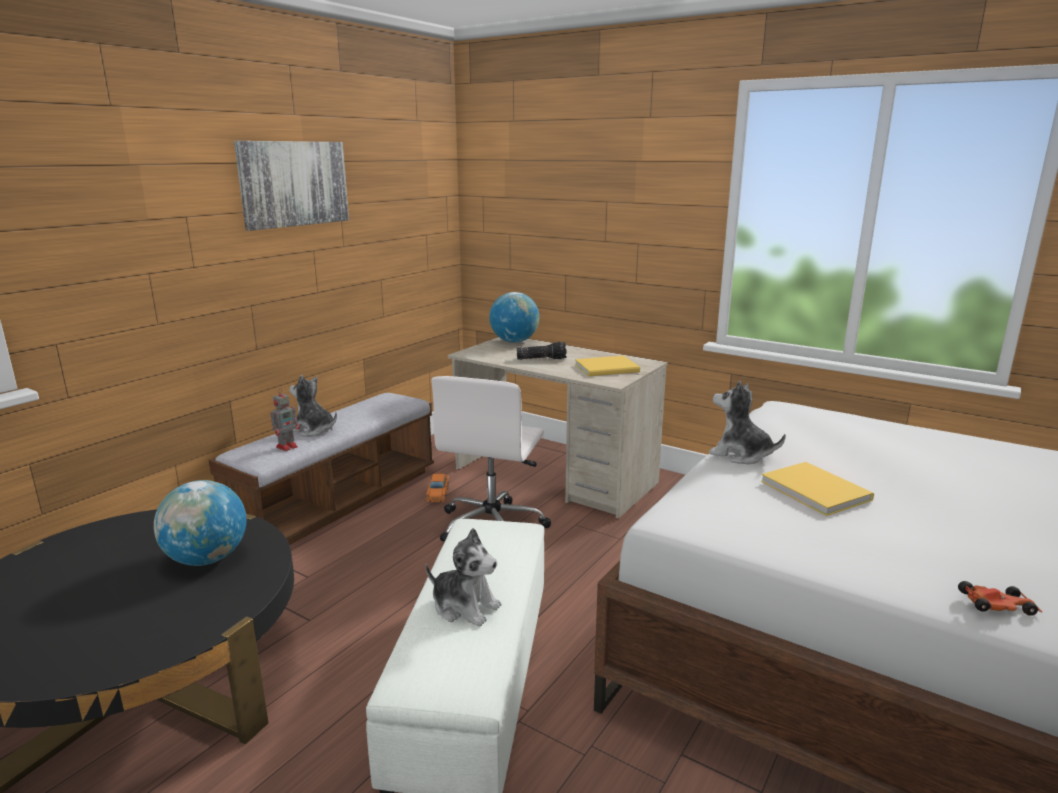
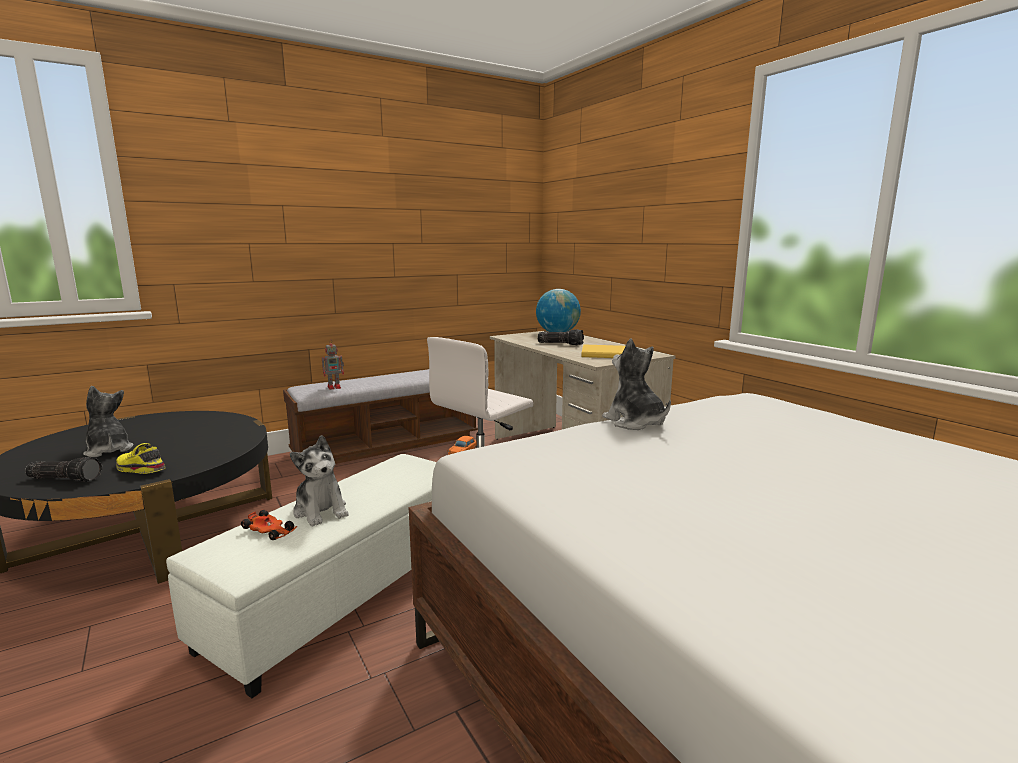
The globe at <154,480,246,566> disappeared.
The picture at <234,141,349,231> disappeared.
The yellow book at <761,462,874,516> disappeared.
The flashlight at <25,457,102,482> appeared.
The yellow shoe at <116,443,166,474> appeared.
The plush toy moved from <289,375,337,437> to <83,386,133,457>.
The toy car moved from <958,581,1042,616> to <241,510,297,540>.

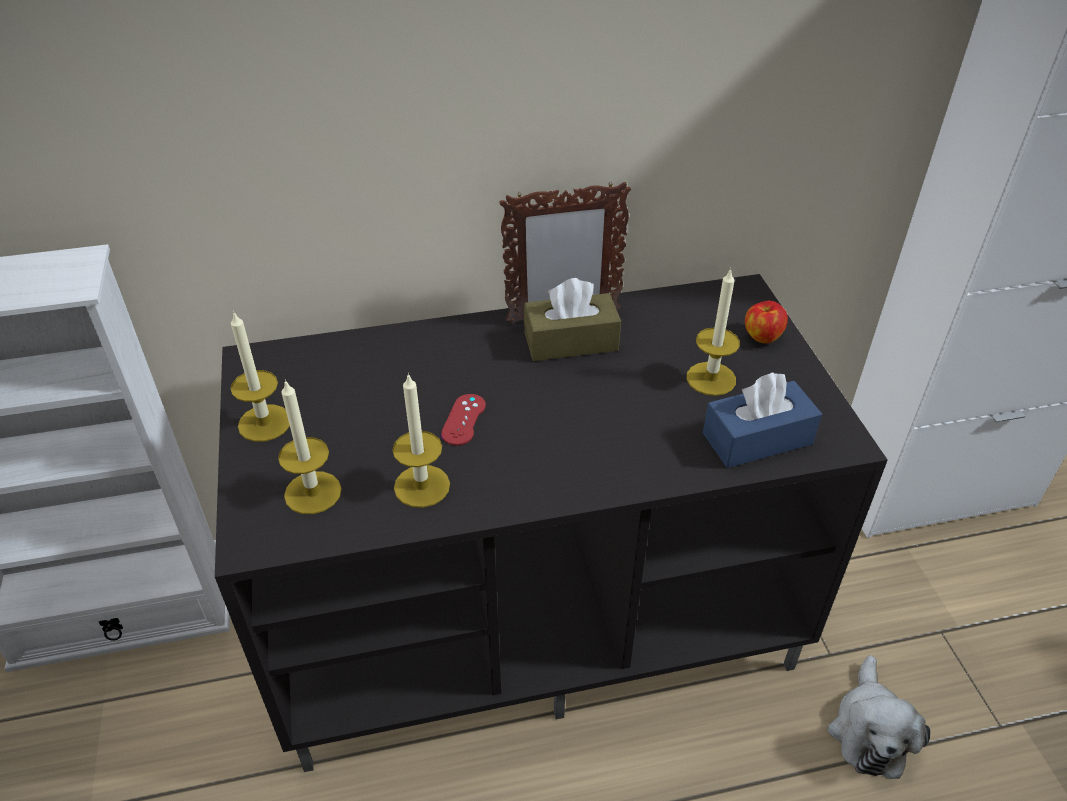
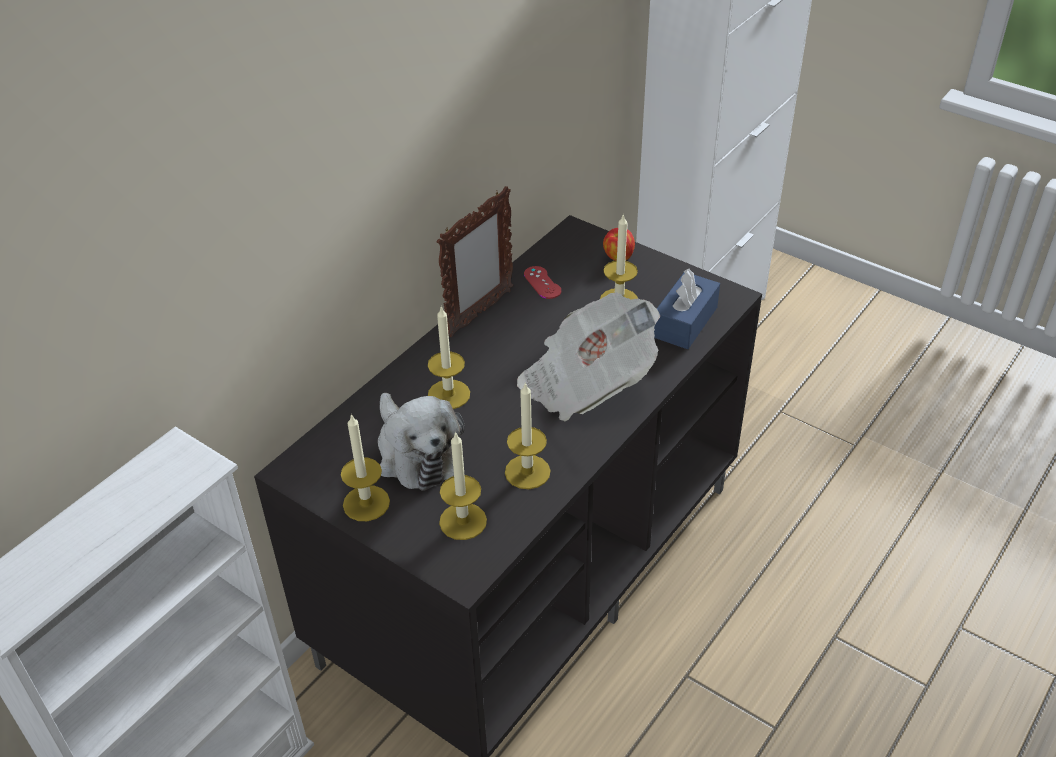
The brown tissue box at <524,278,621,361> disappeared.
The candle at <428,306,470,409> appeared.
The newspaper at <517,292,660,422> appeared.
The red game controller moved from <441,394,486,446> to <524,266,561,299>.
The plush toy moved from <828,655,931,779> to <378,393,465,491>.

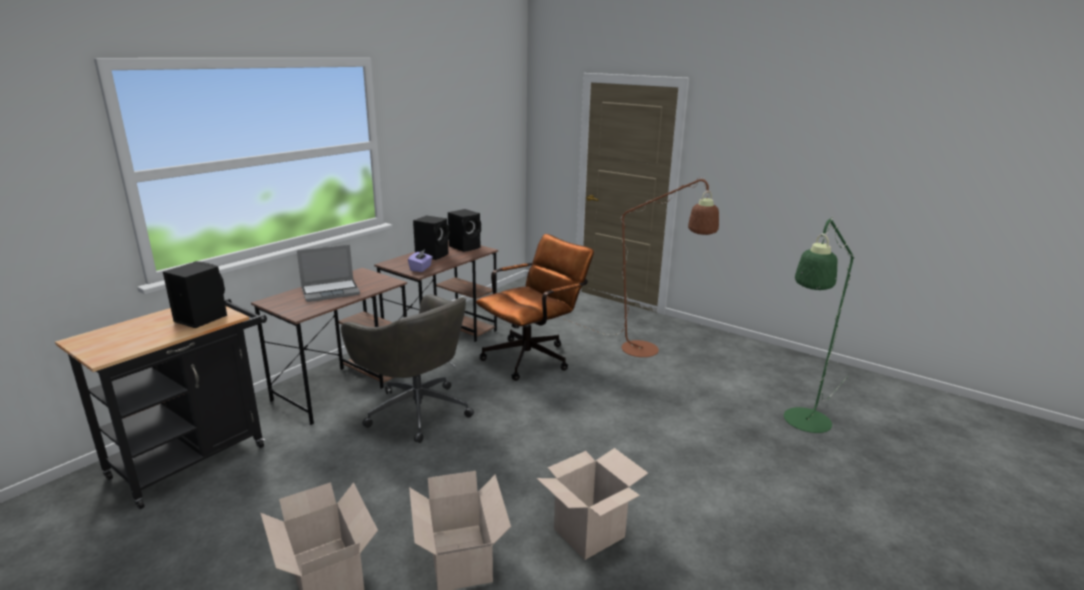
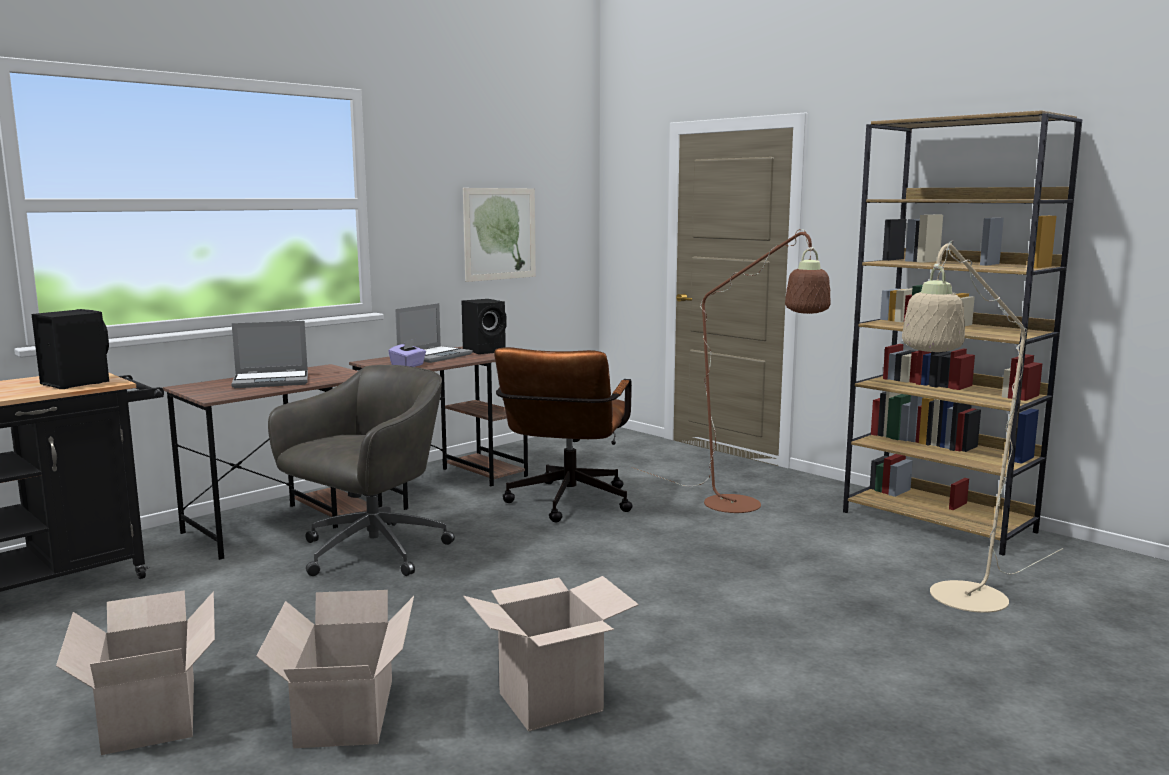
The picture at <463,188,536,282> appeared.
The brown bookcase at <843,110,1083,556> appeared.
The black speaker at <413,215,449,260> was replaced by the laptop at <395,303,473,363>.
The green floor lamp at <784,217,855,433> became the beige floor lamp at <902,240,1063,613>.
The grey office chair at <341,294,474,443> turned 105 degrees counterclockwise.
The brown office chair at <476,234,594,381> turned 135 degrees clockwise.

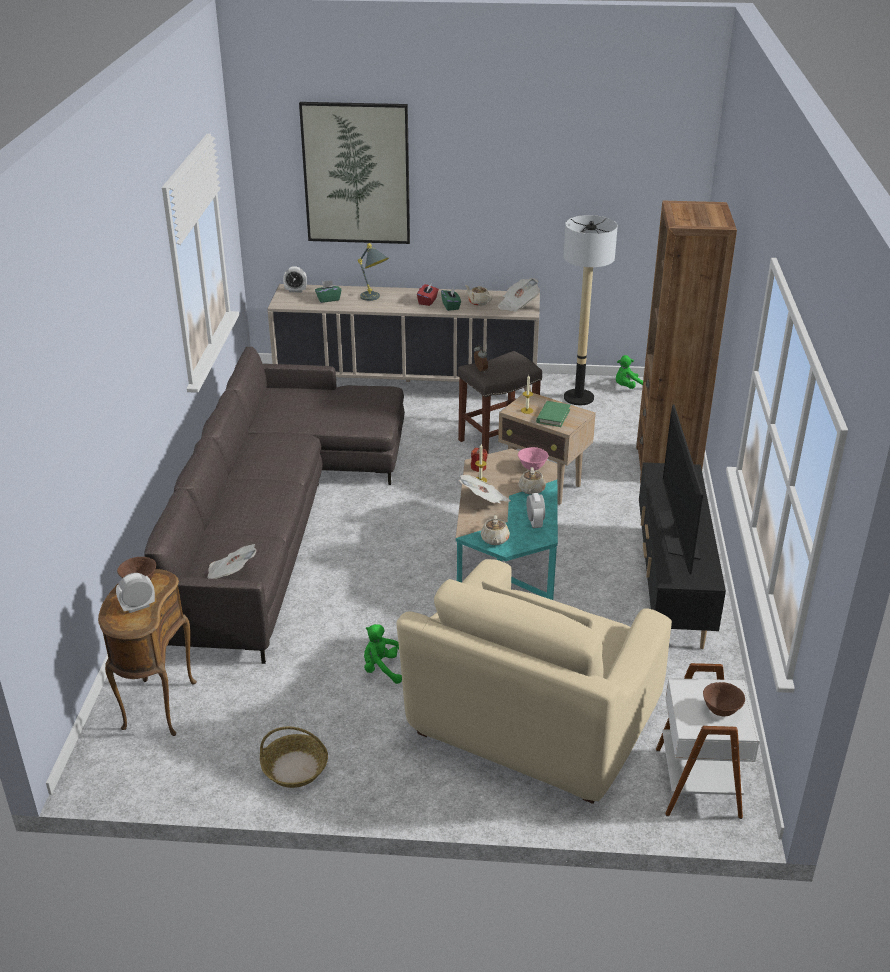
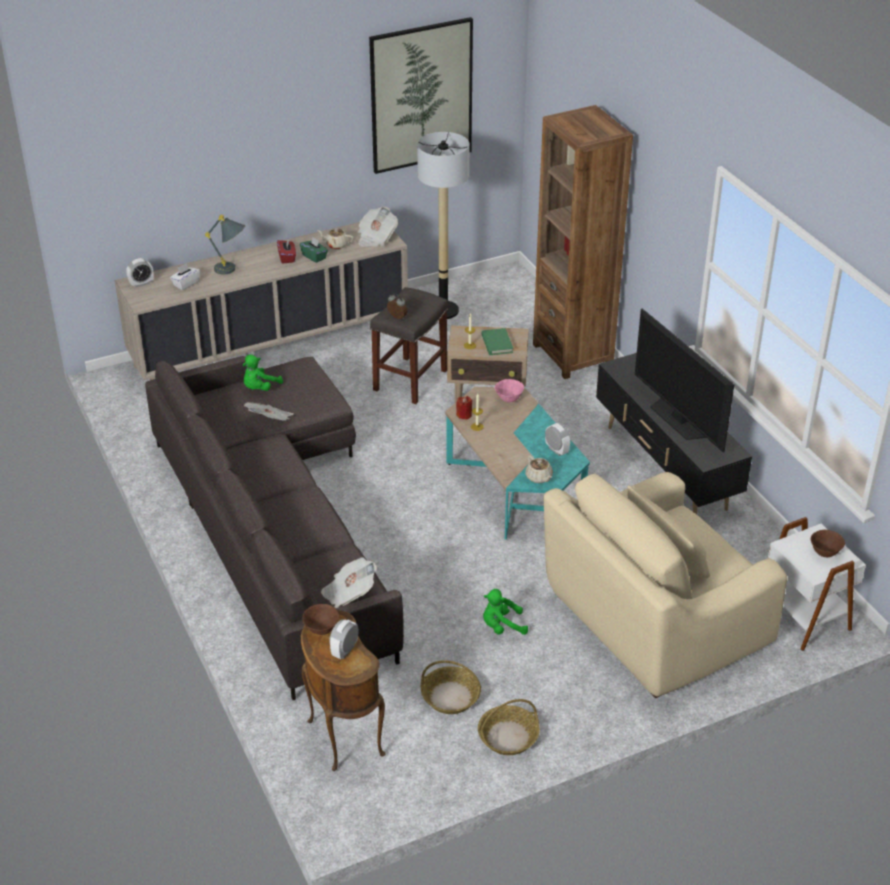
The beige teapot at <518,467,546,495> disappeared.
The basket at <421,660,481,714> appeared.
The picture moved from <299,102,410,244> to <369,17,473,174>.
The newspaper moved from <459,474,511,504> to <244,402,293,421>.
The green plush toy moved from <616,355,643,389> to <243,355,283,391>.
The green tissue box at <315,280,341,303> became the white tissue box at <170,263,200,290>.
The beige armchair at <397,559,672,804> turned 60 degrees clockwise.

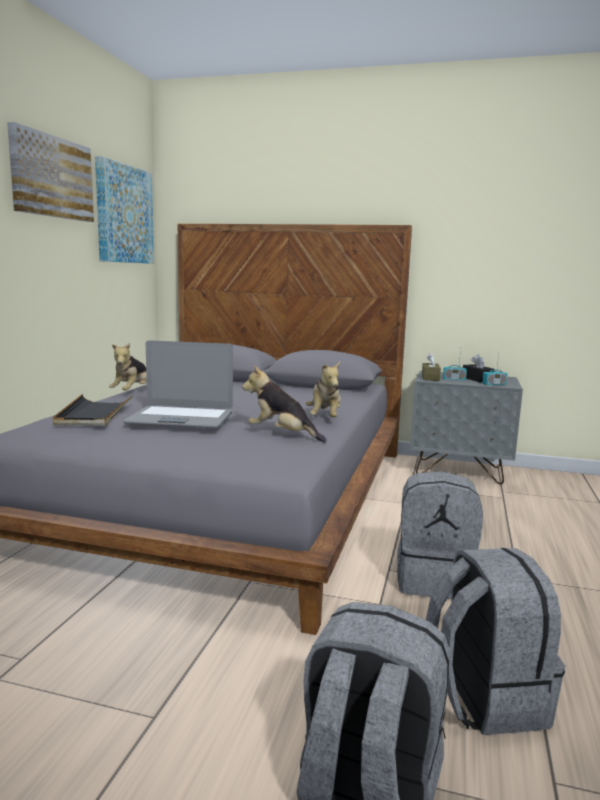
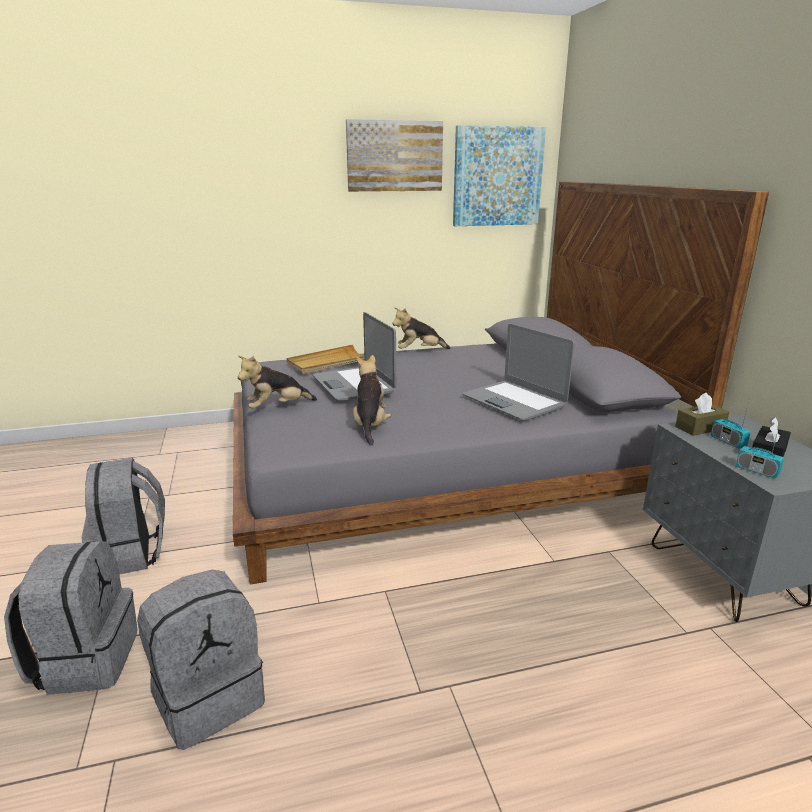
The laptop at <463,324,574,420> appeared.
The plush toy moved from <306,362,341,417> to <238,355,317,409>.
The grey backpack moved from <397,471,483,599> to <82,458,165,575>.
The black tray at <53,394,133,426> became the beige tray at <287,345,364,374>.

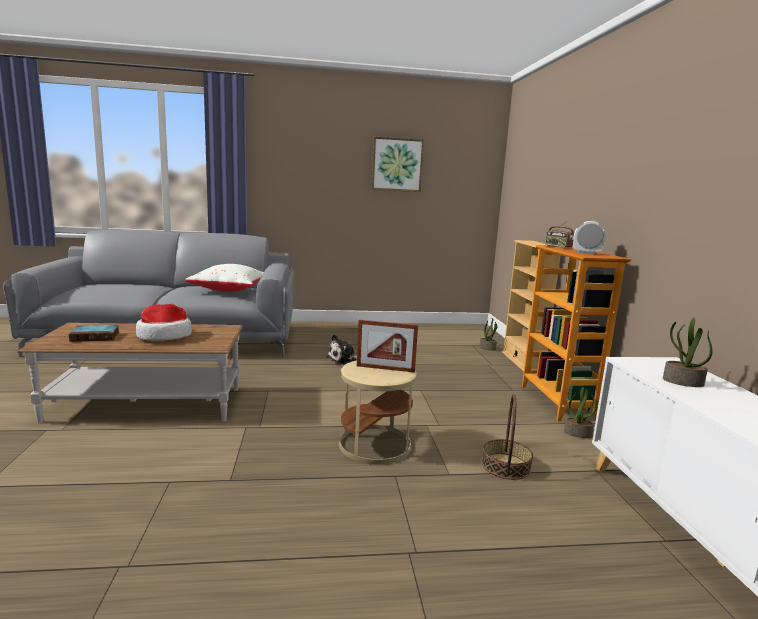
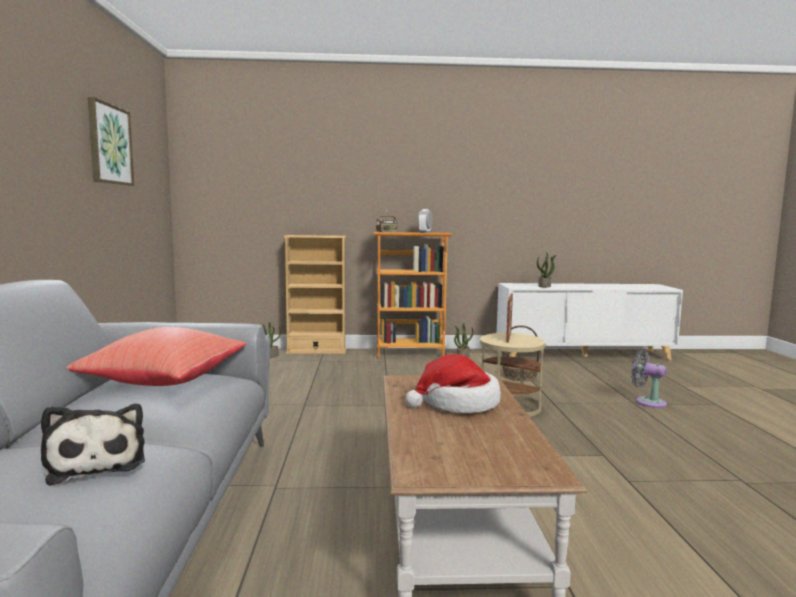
The book at <69,325,120,342> disappeared.
The grey fan at <631,350,667,408> appeared.
The plush toy moved from <327,335,357,365> to <41,403,145,486>.
The white pillow at <185,264,264,292> became the red pillow at <67,327,246,386>.

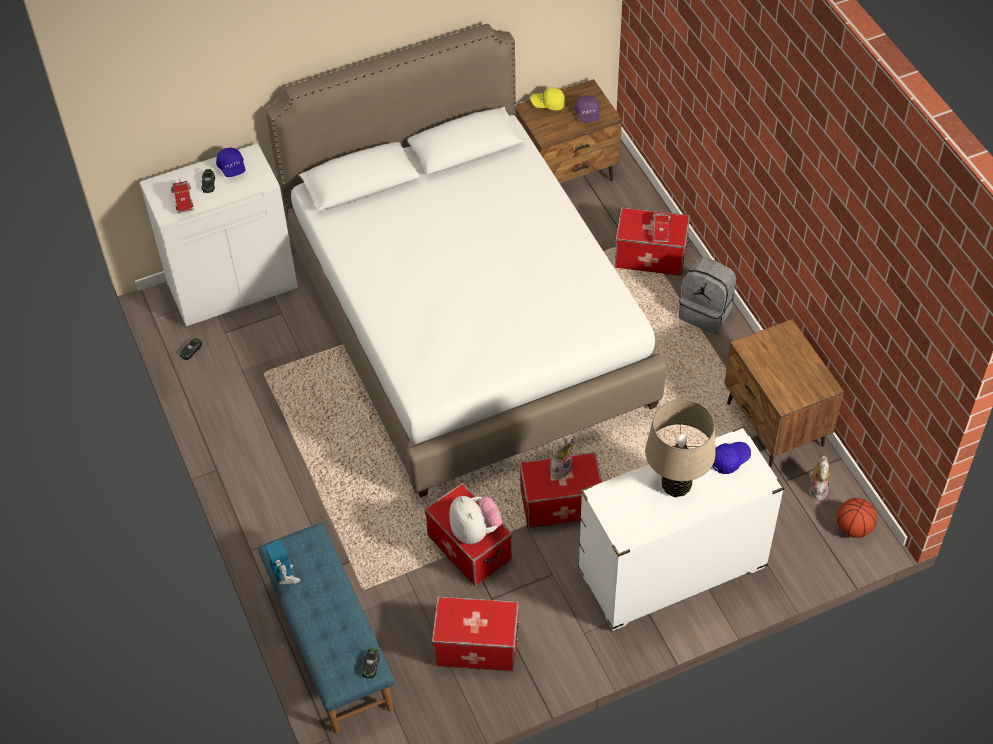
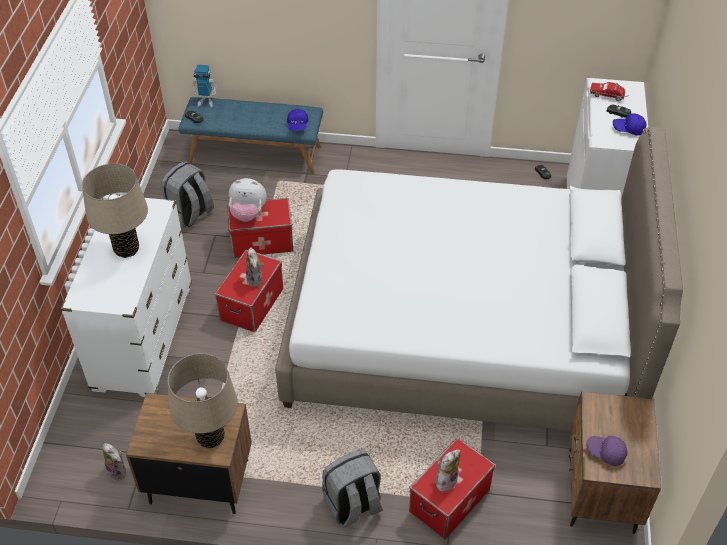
The yellow cap at <531,87,565,110> disappeared.
The basketball at <837,498,877,538> disappeared.
The beige table lamp at <168,353,238,449> appeared.
The toy robot moved from <265,540,301,584> to <192,65,217,107>.
The blue cap moved from <712,442,751,474> to <287,109,309,131>.
The storage box at <432,596,519,671> was replaced by the grey backpack at <161,162,214,228>.
The toy truck at <652,211,670,242> was replaced by the plush toy at <436,449,460,493>.

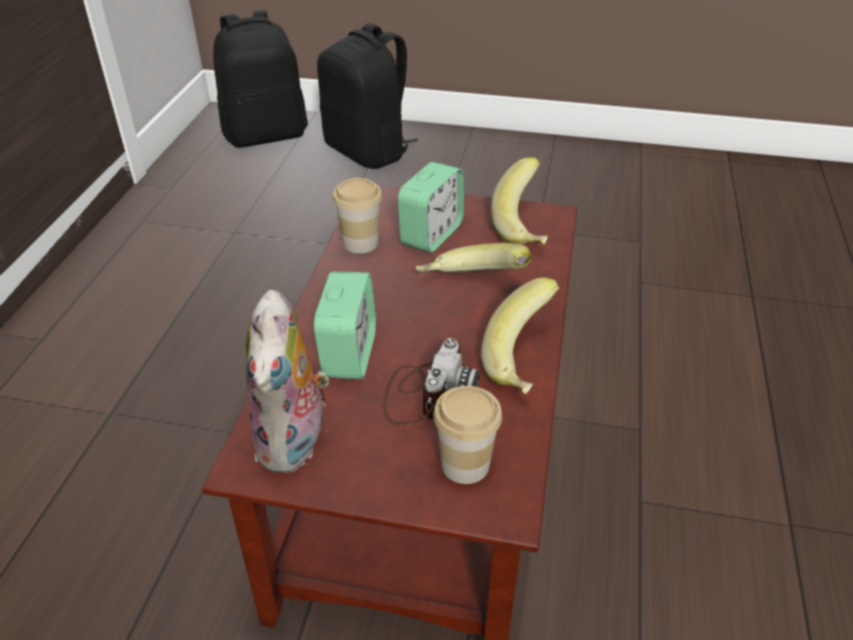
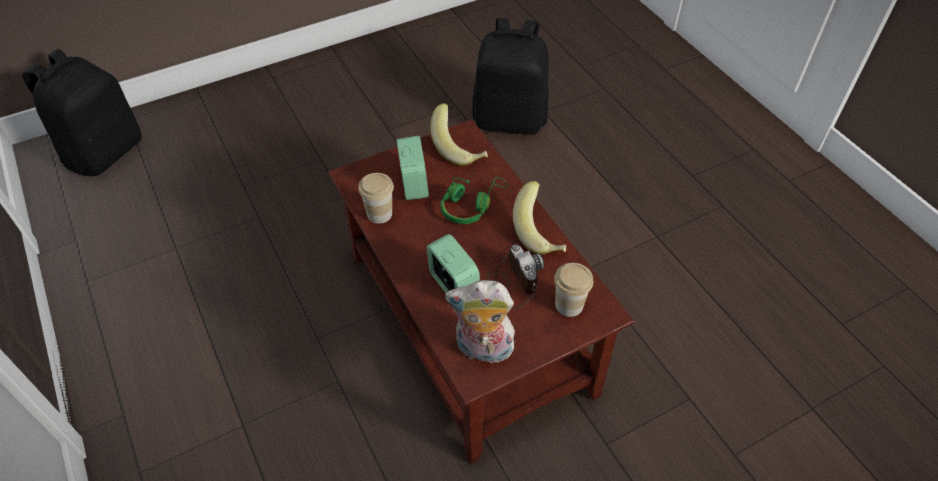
The black backpack moved from <317,23,418,169> to <472,18,549,135>.
The banana at <416,243,532,273> was replaced by the green headphones at <441,177,508,224>.
The plush toy at <245,290,329,473> turned 135 degrees clockwise.

